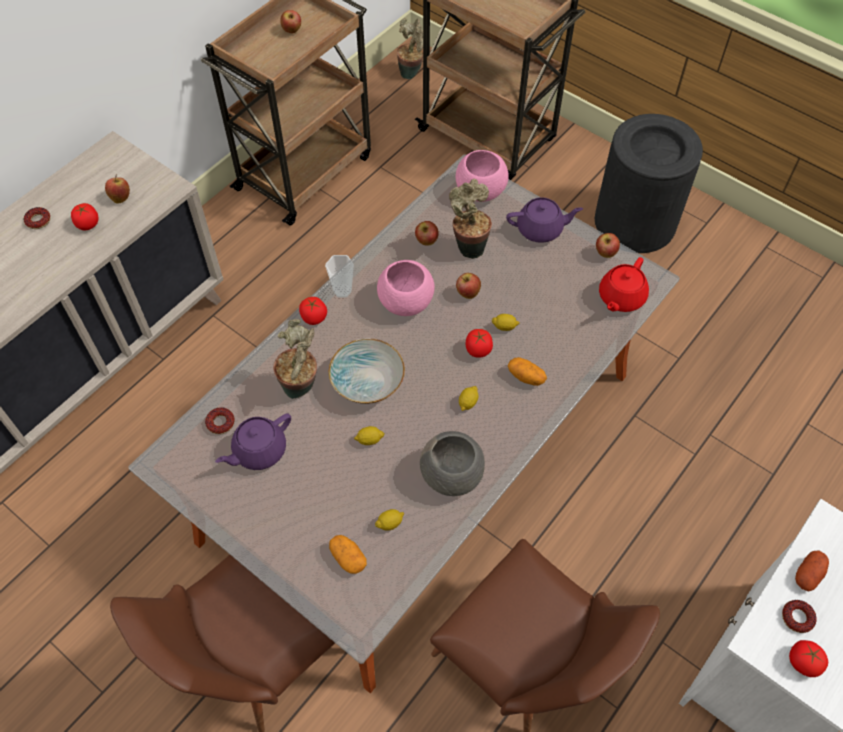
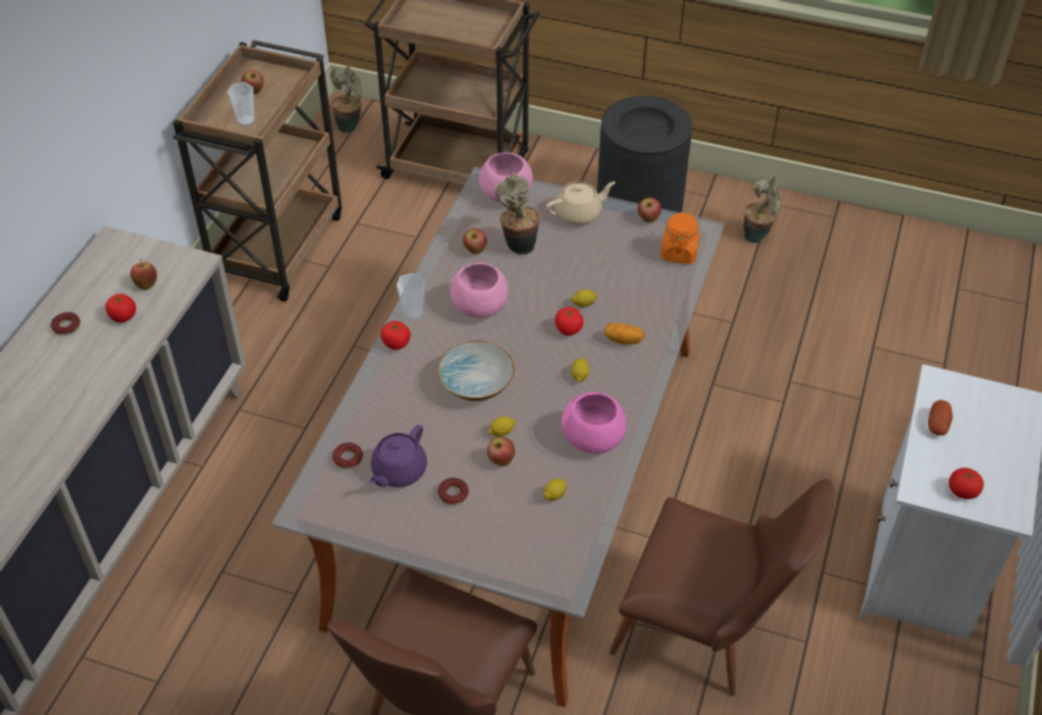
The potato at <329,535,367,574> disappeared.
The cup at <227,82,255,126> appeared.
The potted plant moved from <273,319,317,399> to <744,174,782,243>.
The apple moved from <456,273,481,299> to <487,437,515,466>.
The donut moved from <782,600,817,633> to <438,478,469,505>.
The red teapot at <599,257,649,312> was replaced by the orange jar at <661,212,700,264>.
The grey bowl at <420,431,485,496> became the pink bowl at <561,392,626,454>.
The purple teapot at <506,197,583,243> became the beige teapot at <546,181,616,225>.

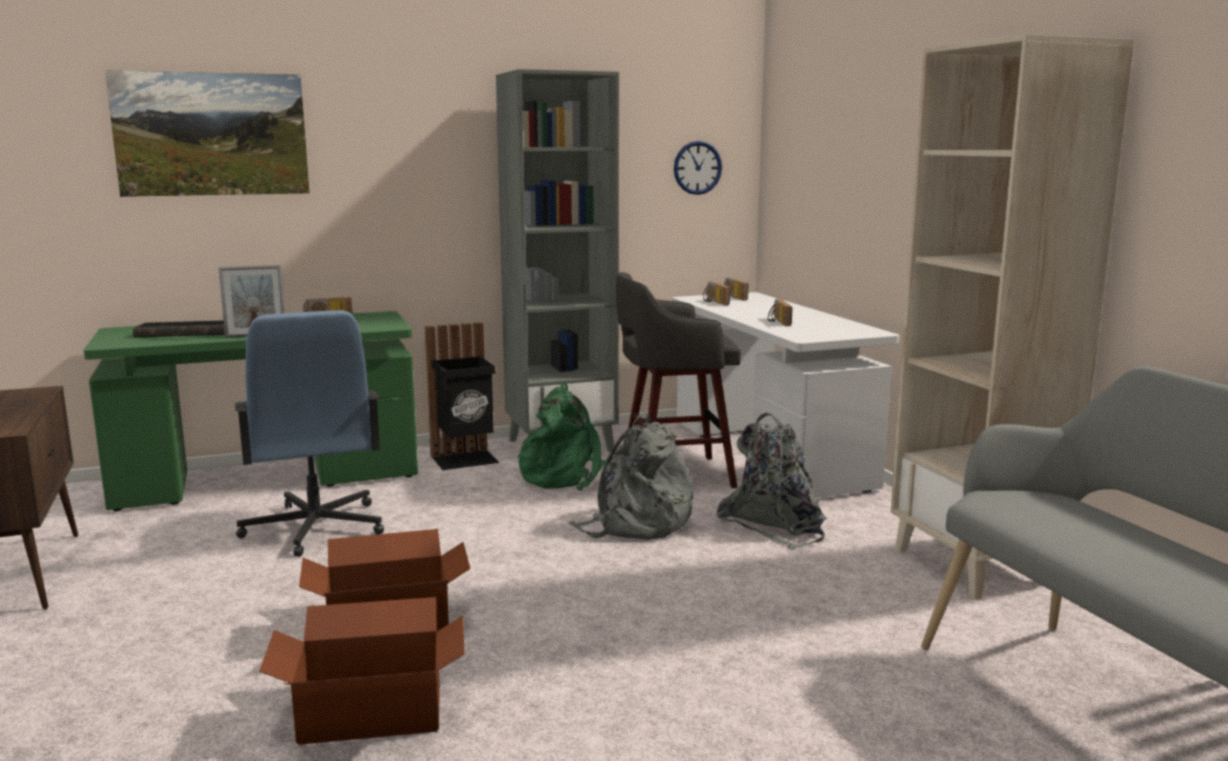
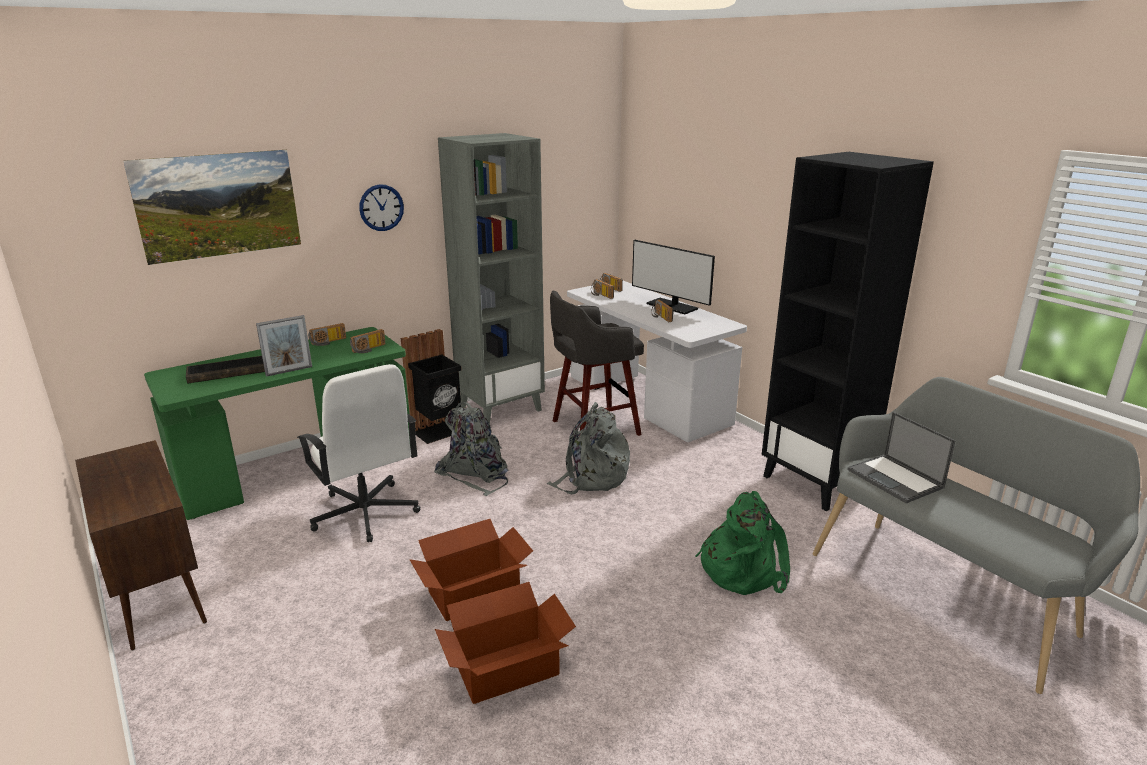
The radio at <350,329,386,353> appeared.
The monitor at <632,240,715,314> appeared.
The laptop at <847,412,956,503> appeared.
The green backpack moved from <518,382,606,491> to <695,491,790,595>.
The wall clock moved from <674,141,722,195> to <359,184,404,231>.
The grey backpack moved from <716,413,827,550> to <434,402,508,496>.
The blue office chair at <235,310,384,557> became the white office chair at <297,364,420,542>.
The beige bookcase at <890,34,1134,600> became the black bookcase at <762,152,934,511>.

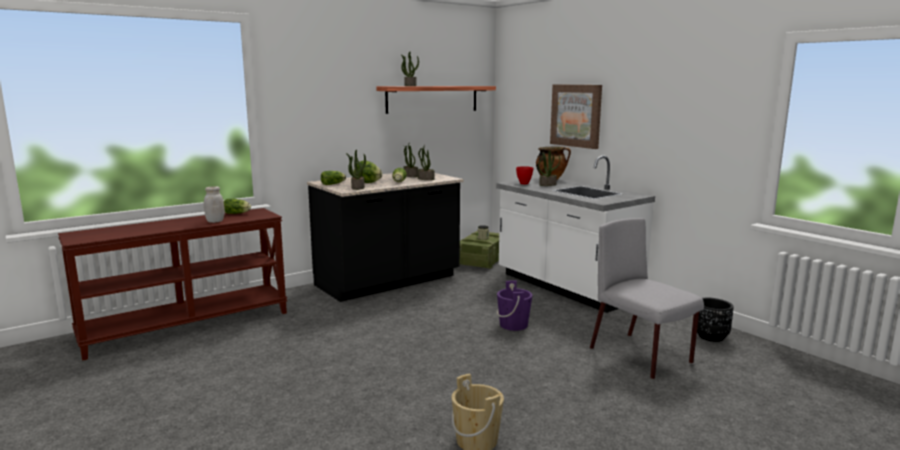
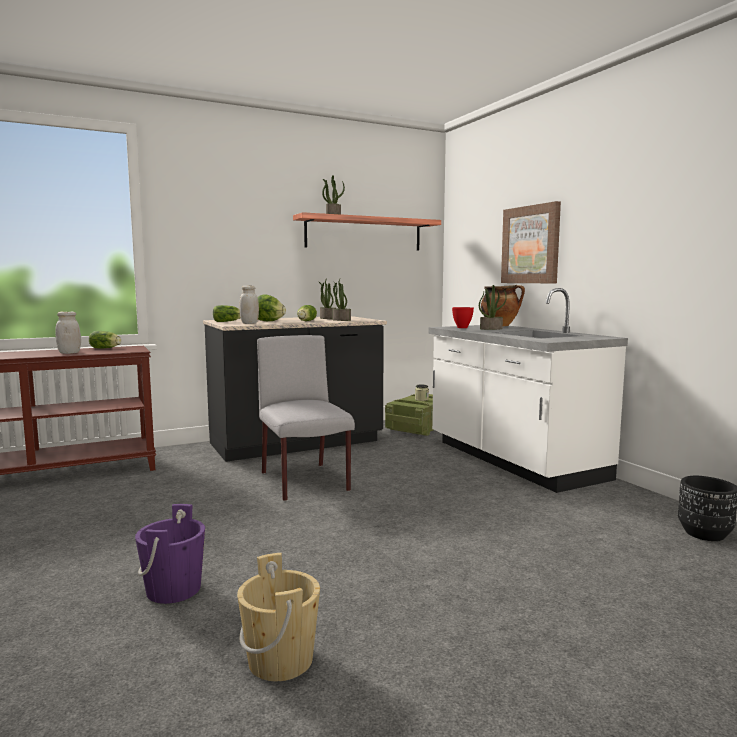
The purple bucket moved from <497,280,533,331> to <135,504,205,604>.
The grey chair moved from <590,218,704,379> to <257,335,355,501>.
The potted plant at <346,150,366,190> was replaced by the white jar at <239,285,259,324>.

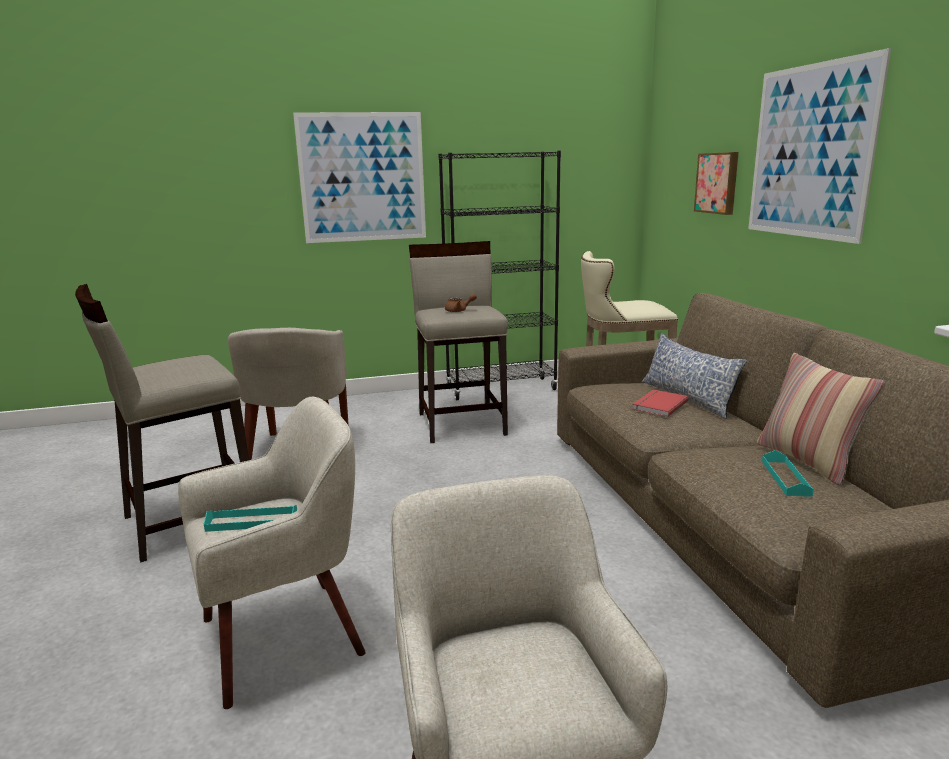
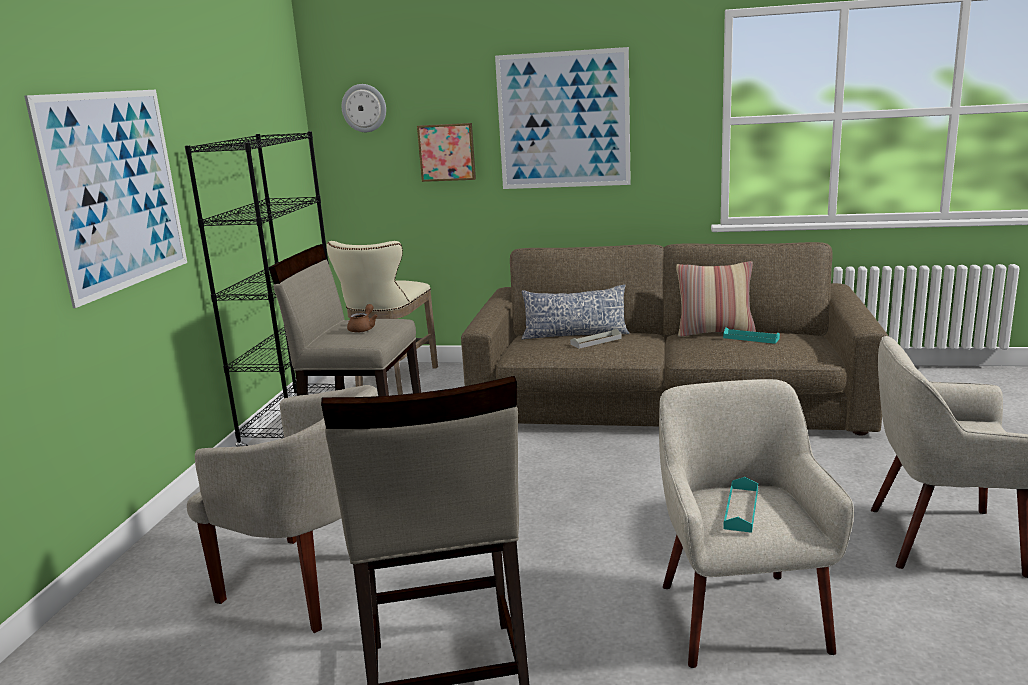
The wall clock at <342,84,386,132> appeared.
The red book at <632,390,689,417> was replaced by the grey tray at <570,328,622,349>.

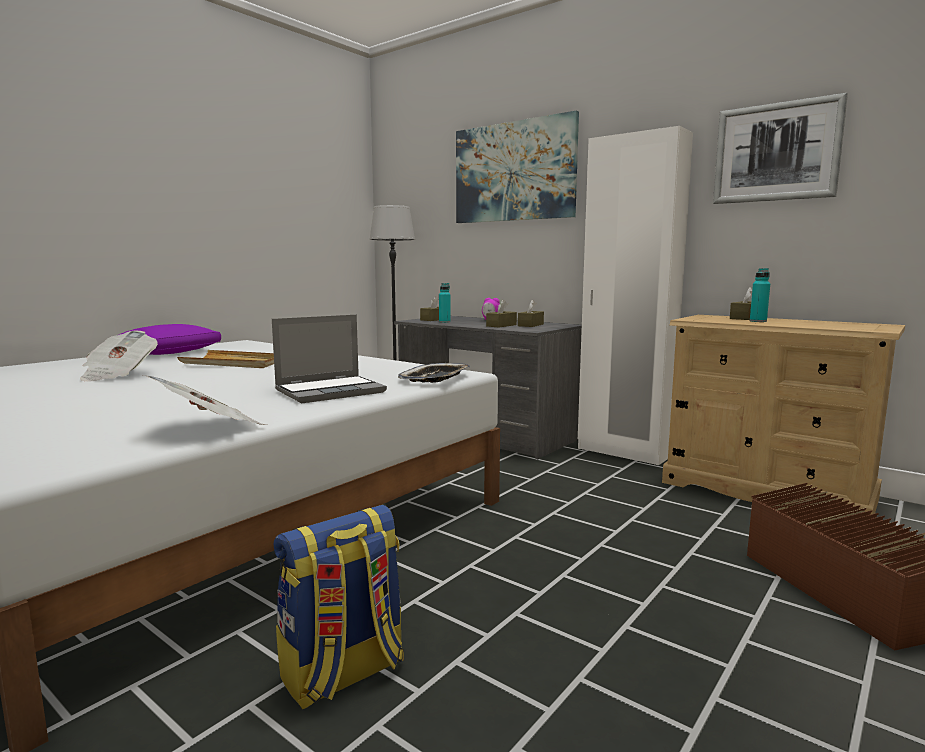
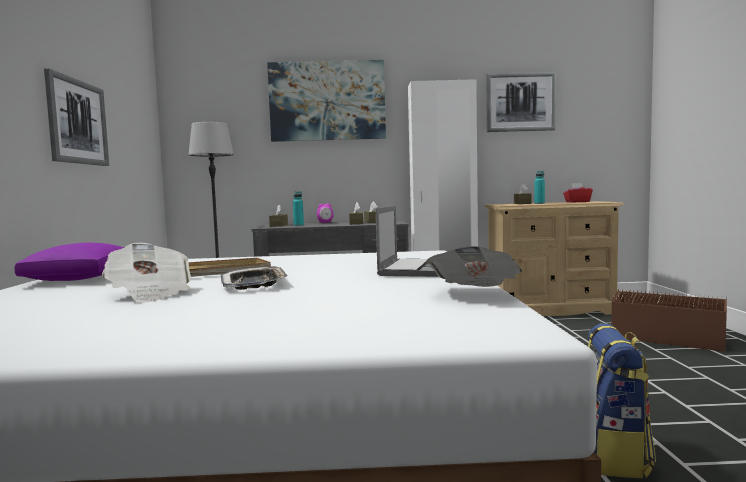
The picture at <44,68,109,166> appeared.
The red tissue box at <563,183,593,203> appeared.
The tray moved from <398,363,470,383> to <220,266,288,290>.

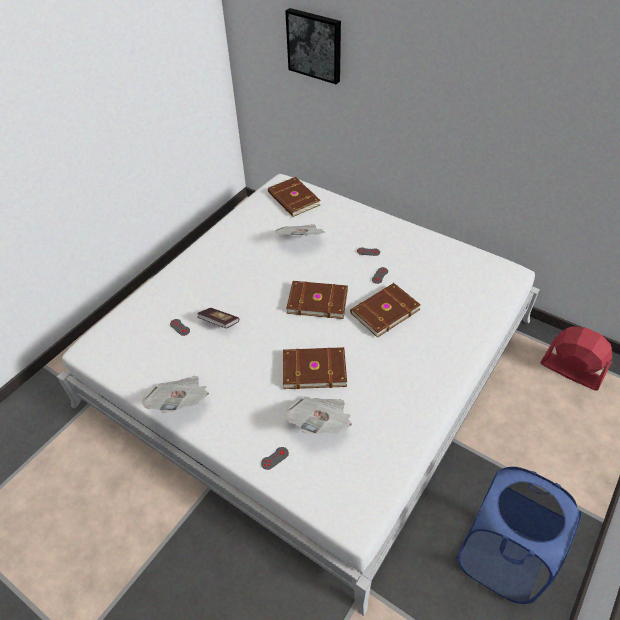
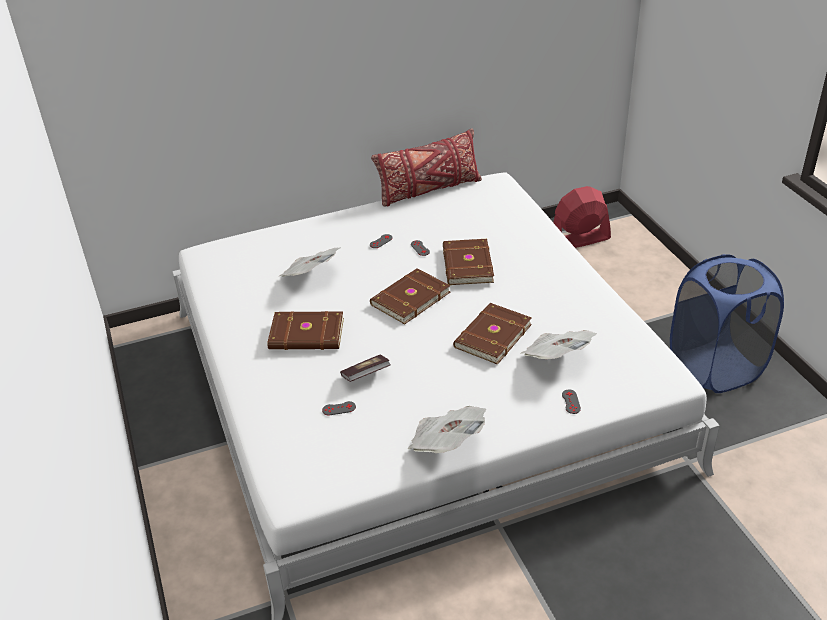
The picture at <285,8,341,84> disappeared.
The red pillow at <371,129,482,207> appeared.
The brown book moved from <268,177,321,217> to <267,311,344,350>.

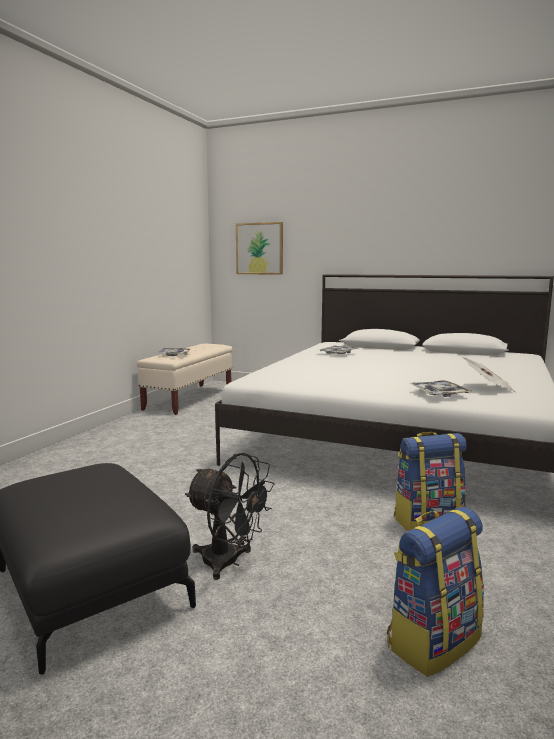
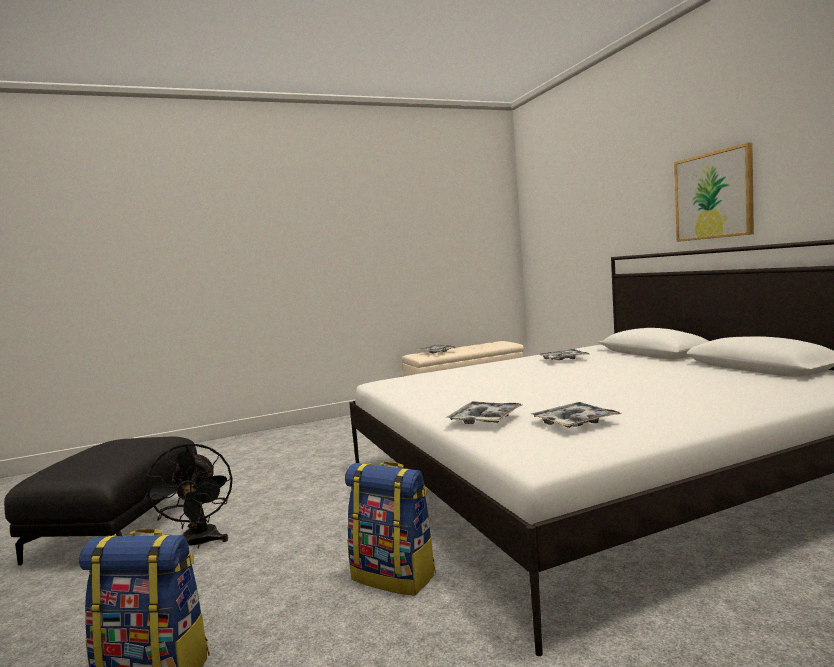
The picture moved from <236,222,283,275> to <674,143,754,242>.
The newspaper at <462,357,516,392> was replaced by the tray at <531,402,621,428>.

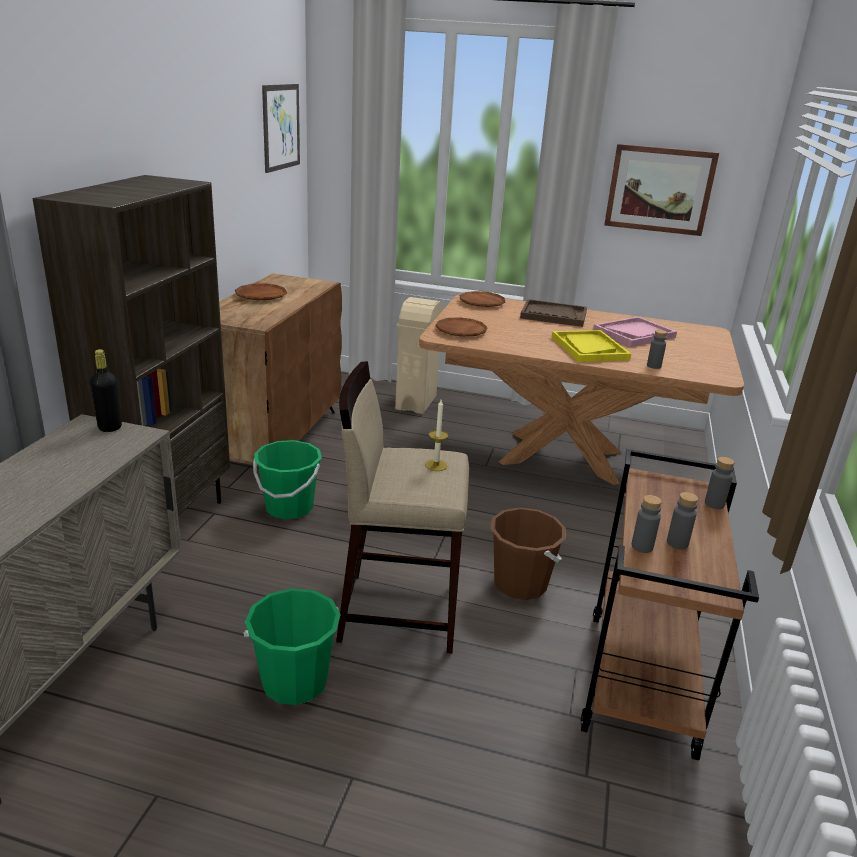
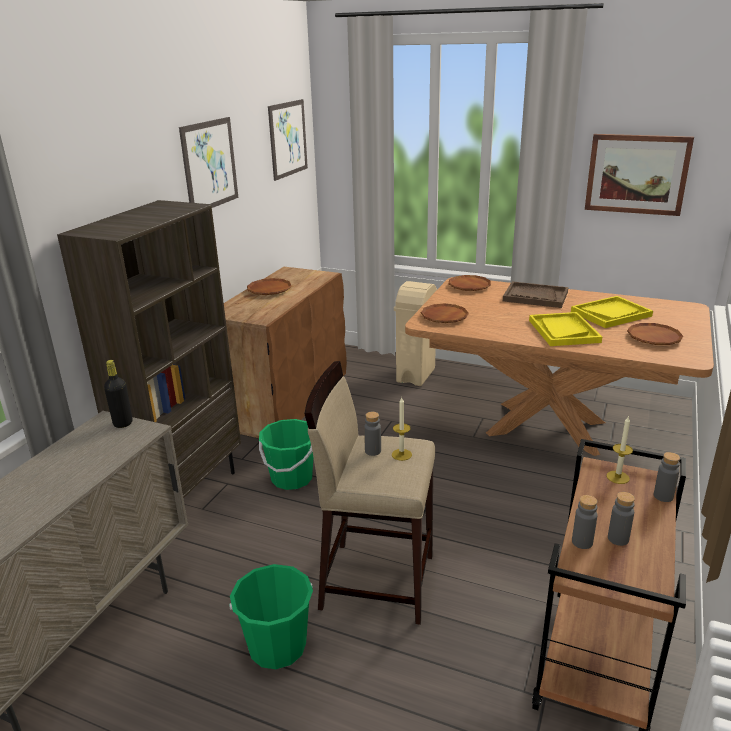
The brown bucket at <490,507,566,600> disappeared.
The picture at <179,117,238,208> appeared.
The candle at <606,417,633,484> appeared.
The brown plate at <627,323,683,345> appeared.
The grey bottle moved from <647,330,667,369> to <364,412,381,456>.
The pink tray at <593,317,677,347> became the yellow tray at <571,296,653,328>.

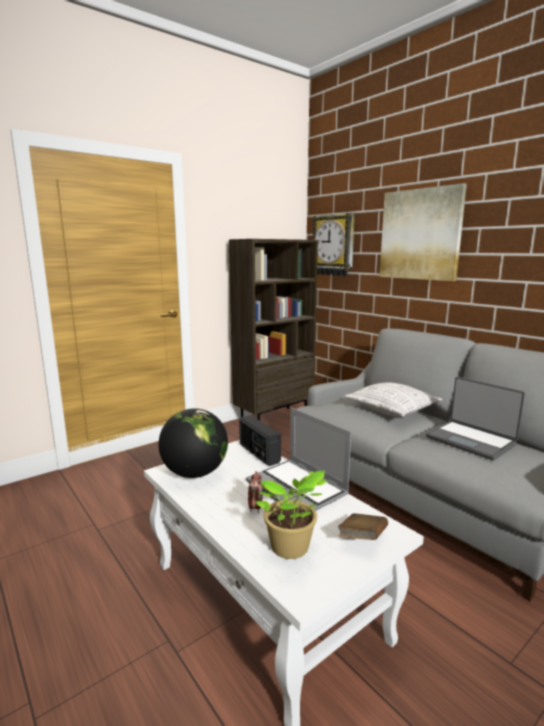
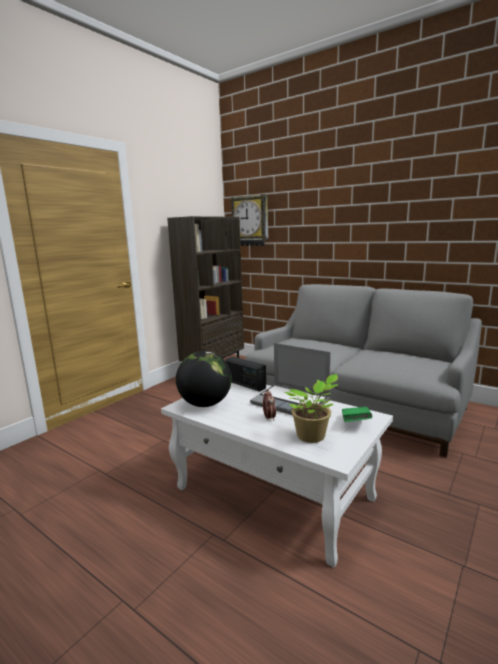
The pillow at <344,383,443,417> disappeared.
The picture at <379,183,467,281> disappeared.
The laptop at <426,377,525,461> disappeared.
The brown book at <338,513,388,540> became the green book at <342,407,372,422>.

